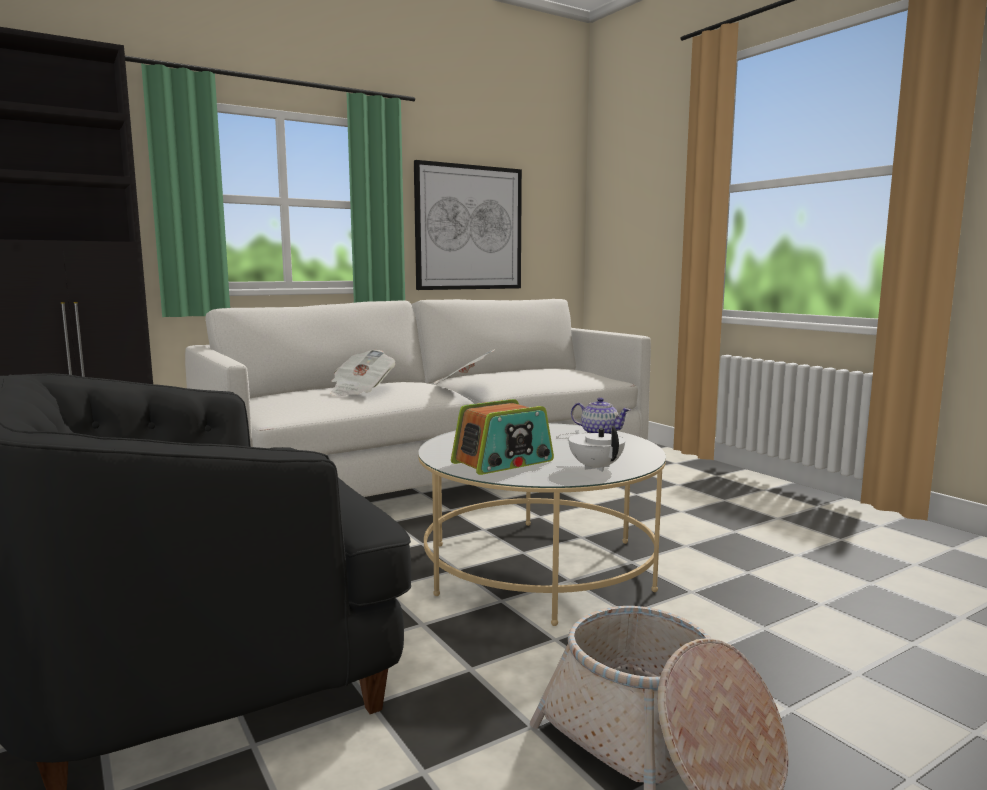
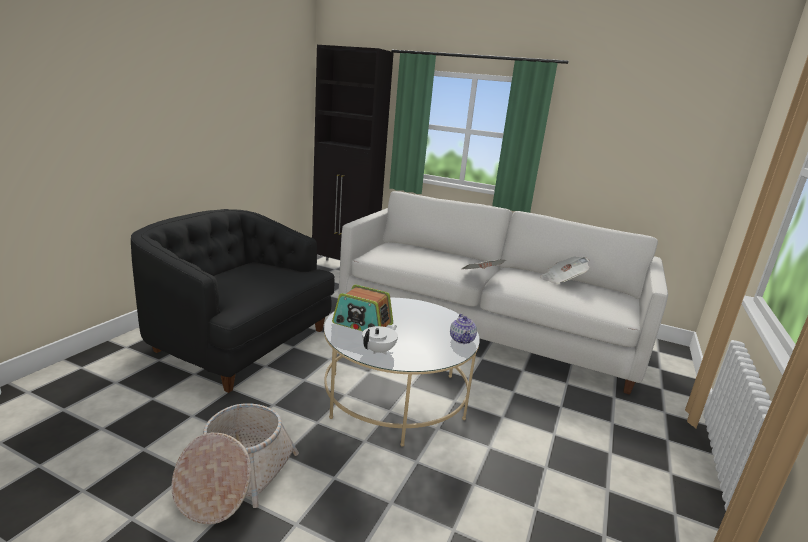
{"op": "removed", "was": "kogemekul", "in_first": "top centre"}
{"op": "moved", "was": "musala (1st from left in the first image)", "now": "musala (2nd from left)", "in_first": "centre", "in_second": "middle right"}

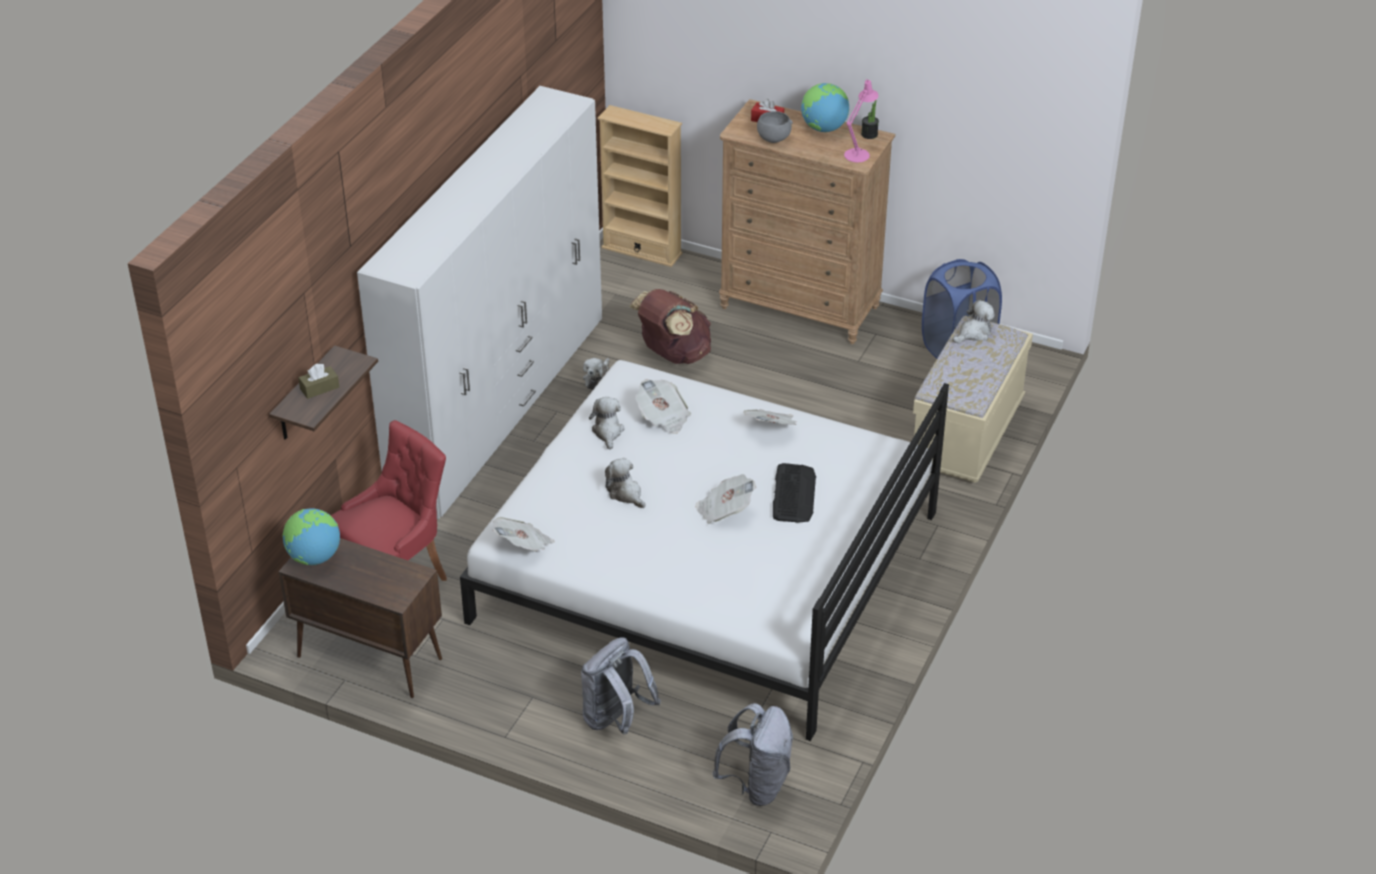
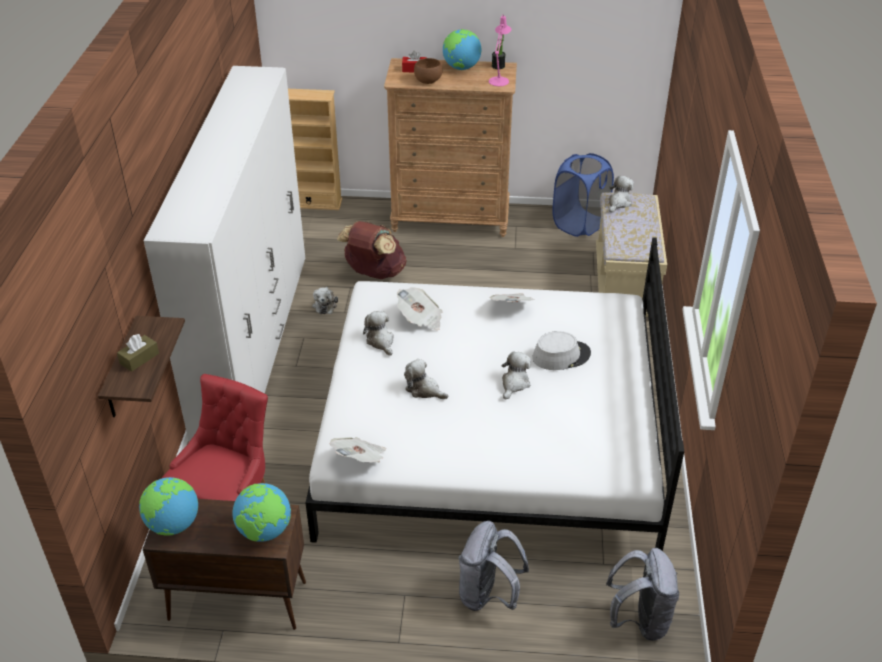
{"op": "recoloured", "was": "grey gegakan", "now": "brown gegakan", "in_first": "top centre", "in_second": "top centre"}
{"op": "replaced", "was": "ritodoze", "now": "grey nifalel", "in_first": "centre", "in_second": "centre"}
{"op": "replaced", "was": "musala (3rd from left)", "now": "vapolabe (4th from left)", "in_first": "centre", "in_second": "centre"}
{"op": "added", "now": "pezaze (2nd from left)", "in_second": "bottom left"}

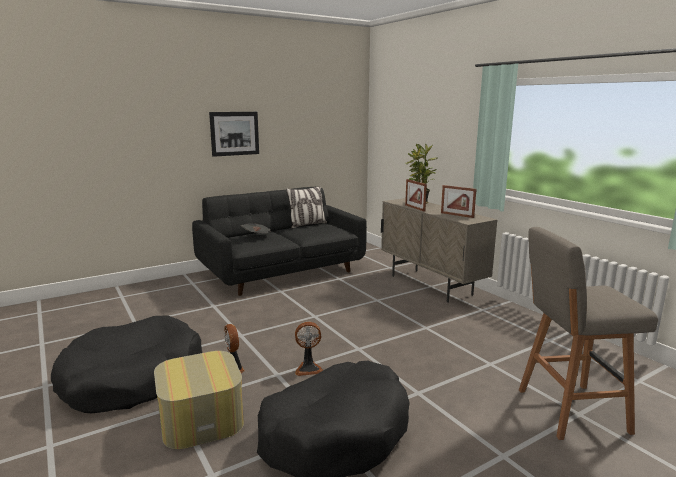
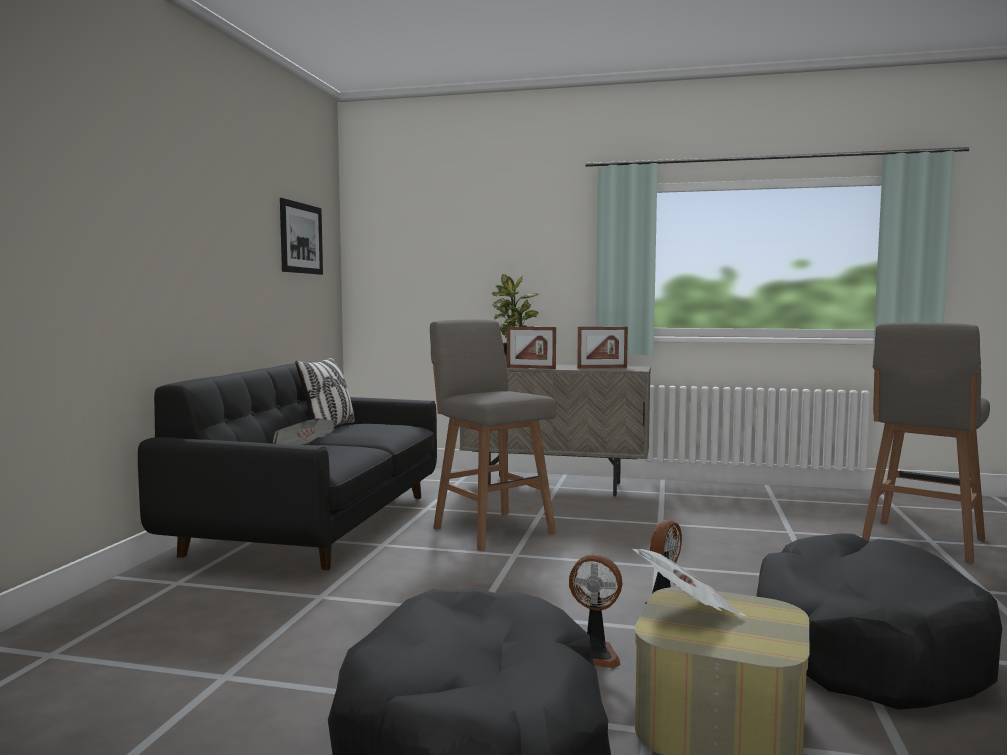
{"op": "moved", "was": "kogemekul", "in_first": "top centre", "in_second": "top left"}
{"op": "added", "now": "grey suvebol (1st from left)", "in_second": "centre"}
{"op": "added", "now": "musala (2nd from left)", "in_second": "bottom right"}

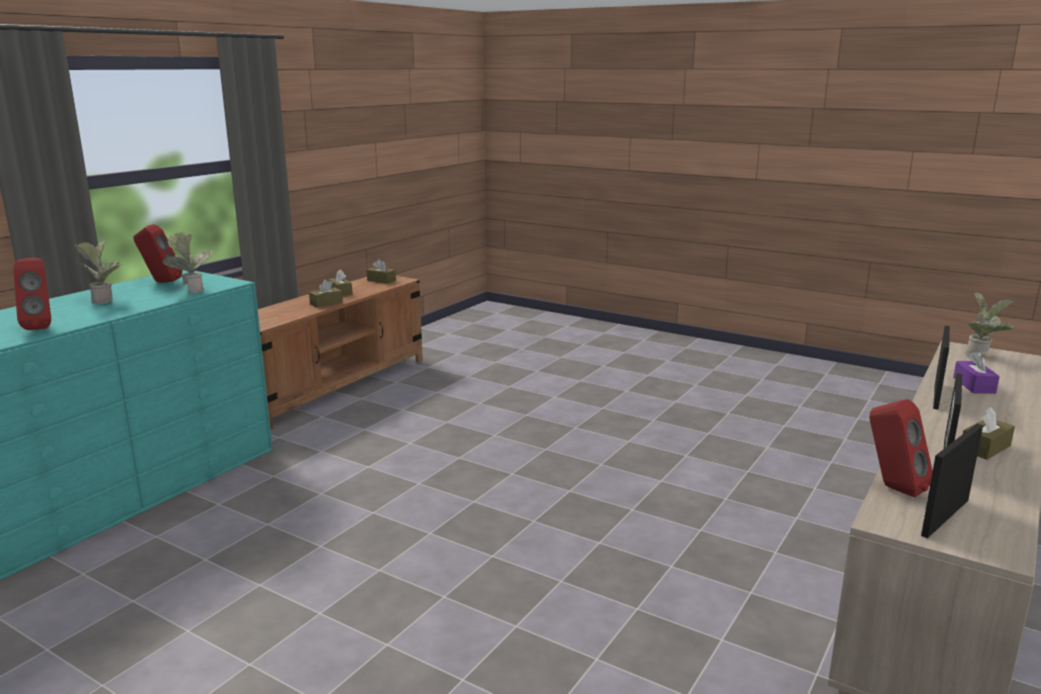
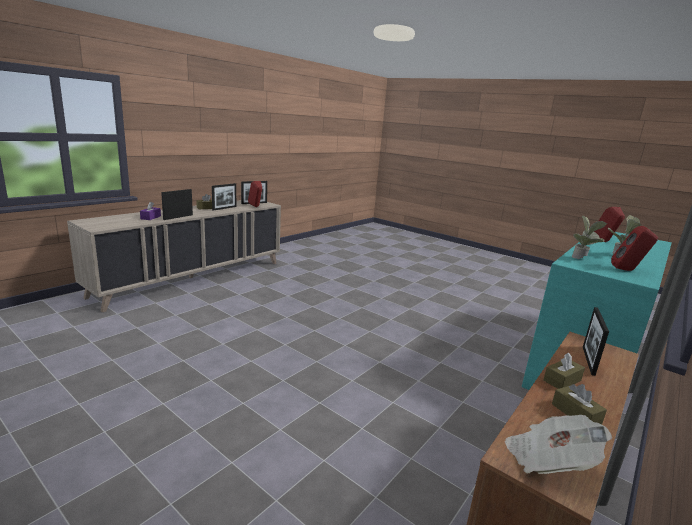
{"op": "replaced", "was": "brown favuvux (3rd from left)", "now": "musala", "in_first": "centre", "in_second": "bottom right"}
{"op": "removed", "was": "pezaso (3rd from left)", "in_first": "middle right"}
{"op": "added", "now": "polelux (4th from left)", "in_second": "middle right"}

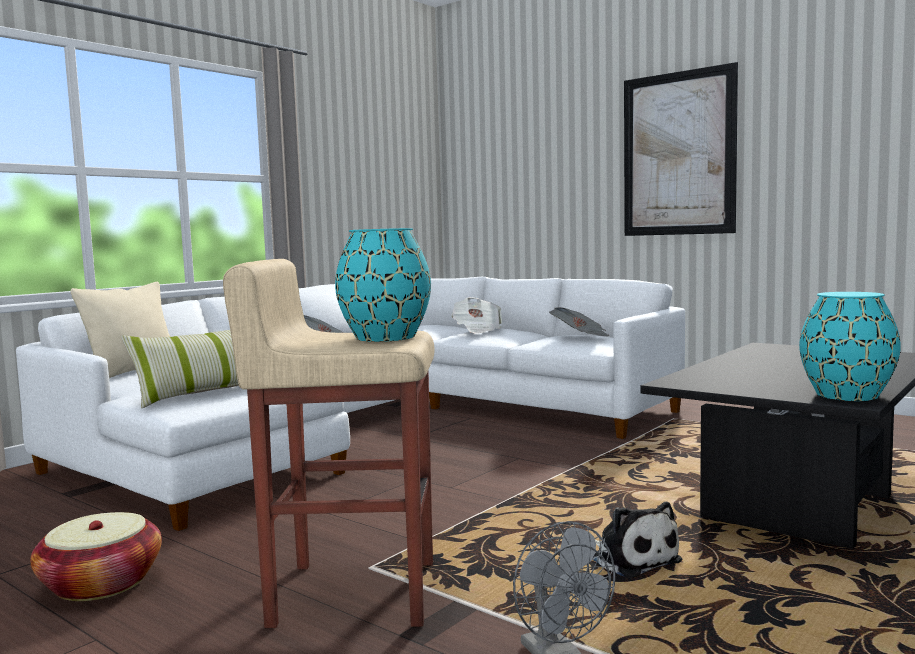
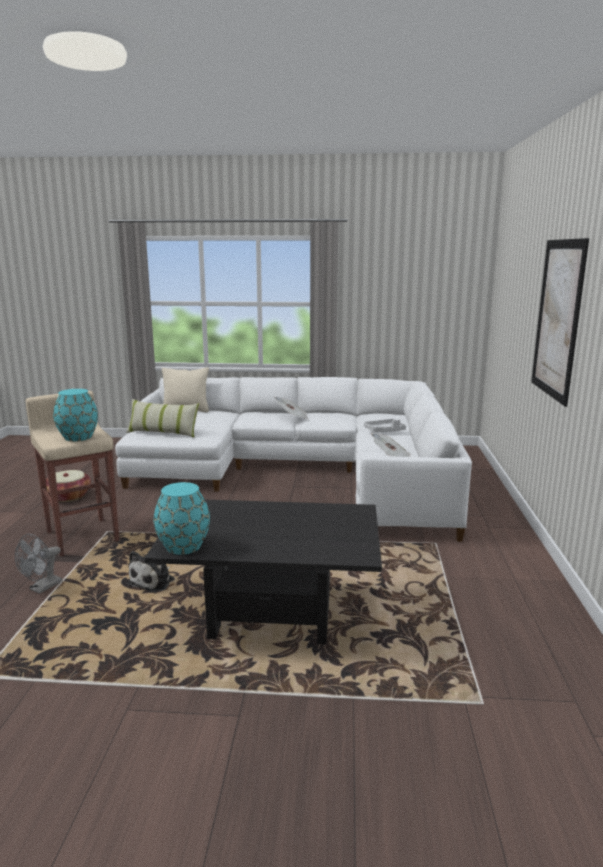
{"op": "replaced", "was": "musala (2nd from left)", "now": "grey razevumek", "in_first": "centre", "in_second": "centre"}

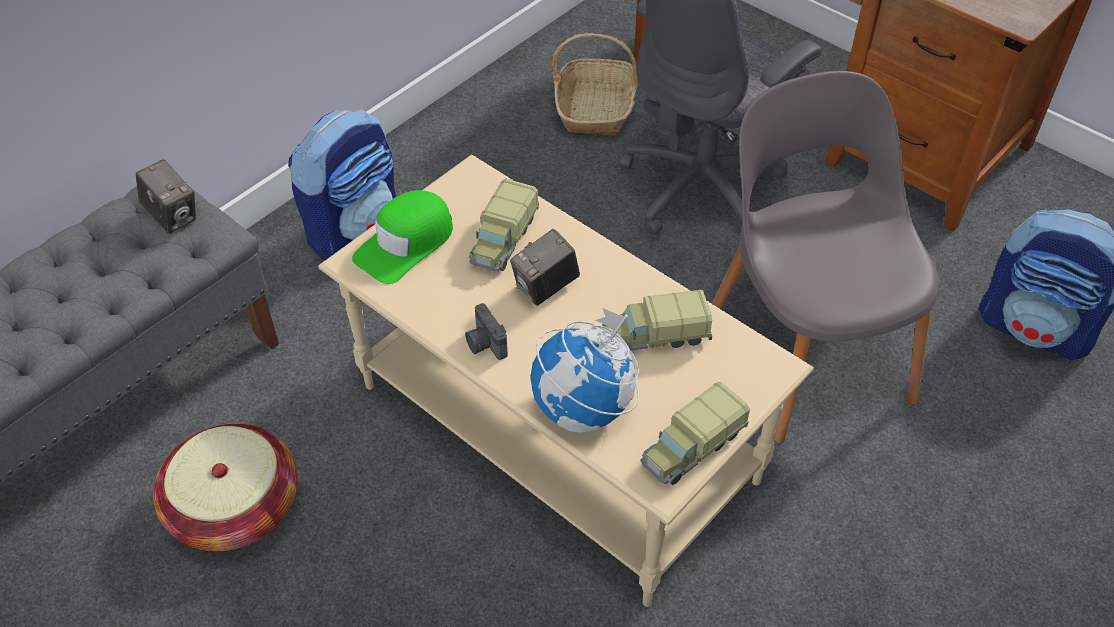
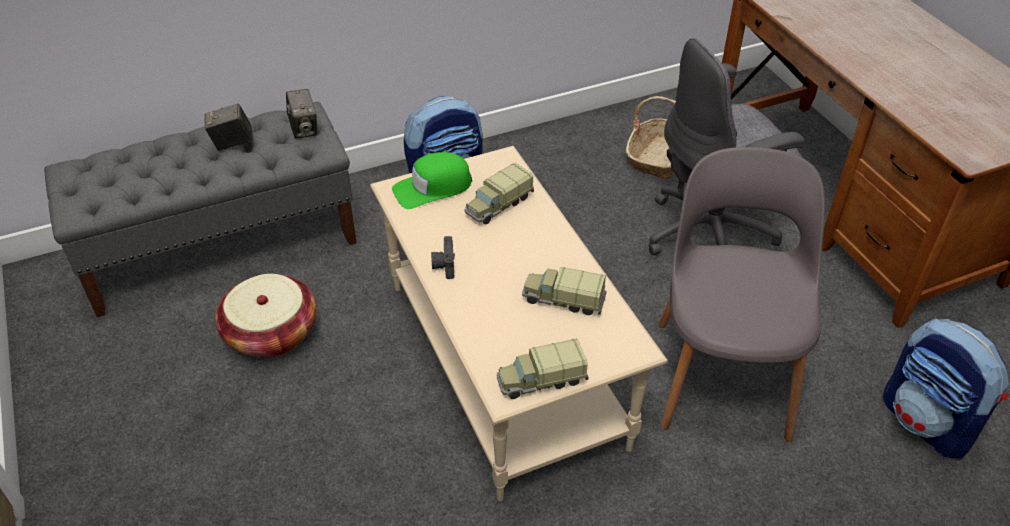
{"op": "moved", "was": "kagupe (3rd from left in the first image)", "now": "kagupe (1st from left)", "in_first": "centre", "in_second": "top left"}
{"op": "removed", "was": "pezaze", "in_first": "centre"}

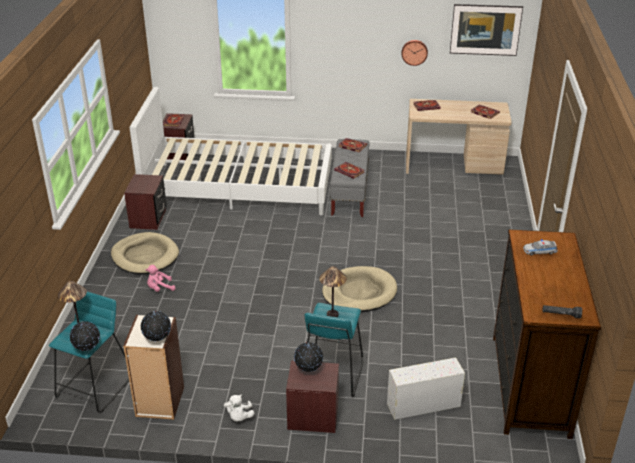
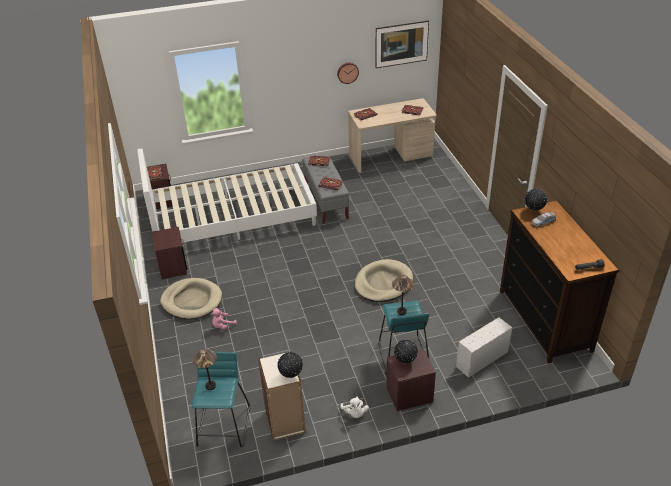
{"op": "moved", "was": "pezaze (1st from left in the first image)", "now": "pezaze (3rd from left)", "in_first": "bottom left", "in_second": "middle right"}

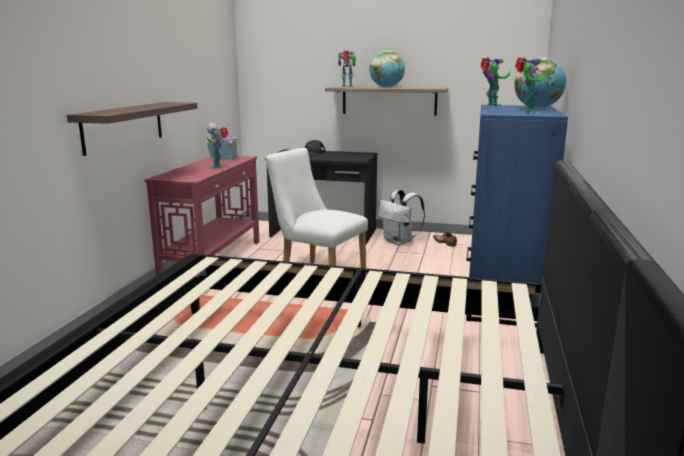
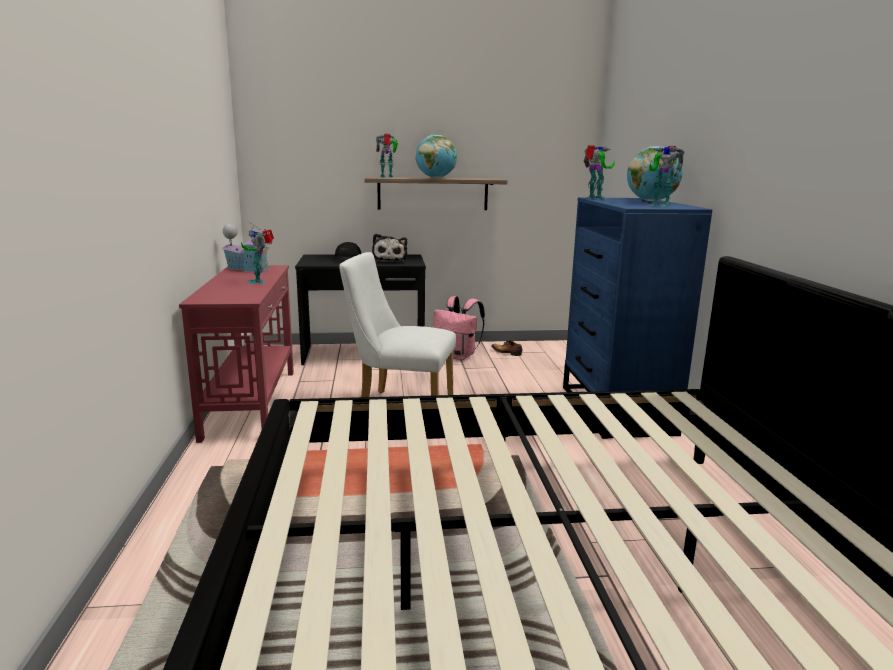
{"op": "turned", "was": "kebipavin (4th from left)", "in_first": "top right", "in_second": "top right", "clockwise": 120}
{"op": "removed", "was": "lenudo (1st from left)", "in_first": "top left"}
{"op": "recoloured", "was": "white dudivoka", "now": "pink dudivoka", "in_first": "centre", "in_second": "centre"}
{"op": "added", "now": "vapolabe", "in_second": "centre"}

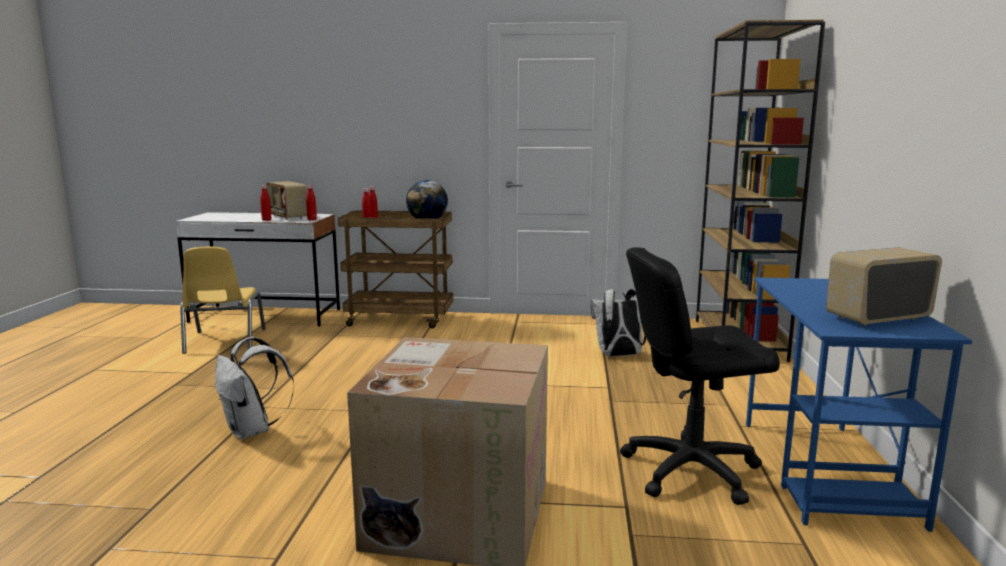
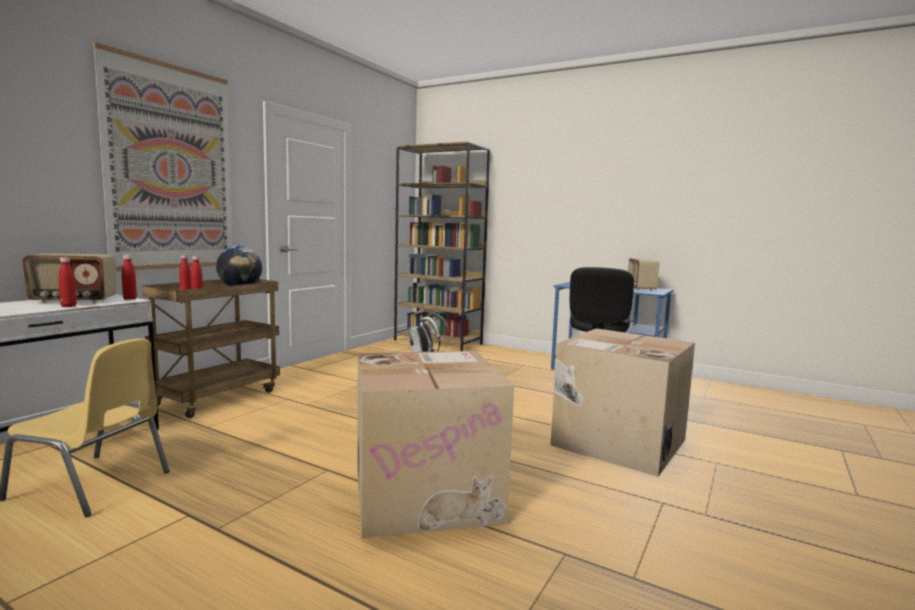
{"op": "replaced", "was": "white dudivoka (1st from left)", "now": "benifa (1st from left)", "in_first": "bottom left", "in_second": "bottom centre"}
{"op": "added", "now": "kogemekul", "in_second": "top left"}

